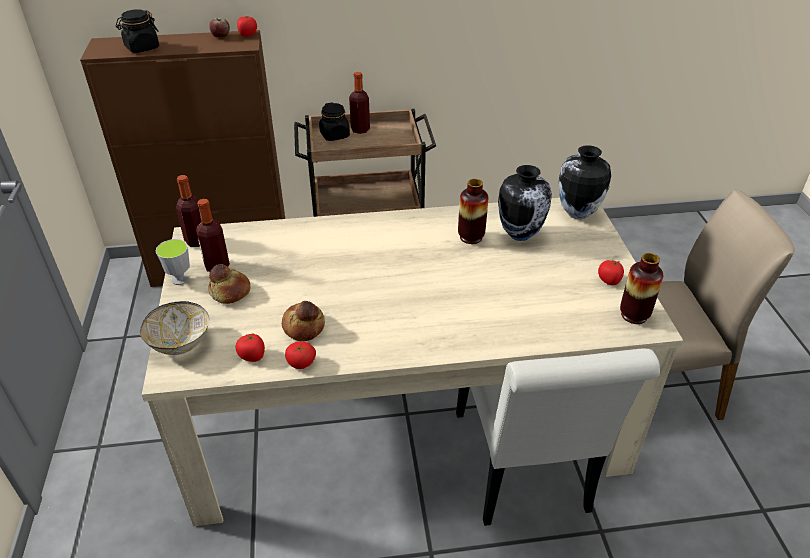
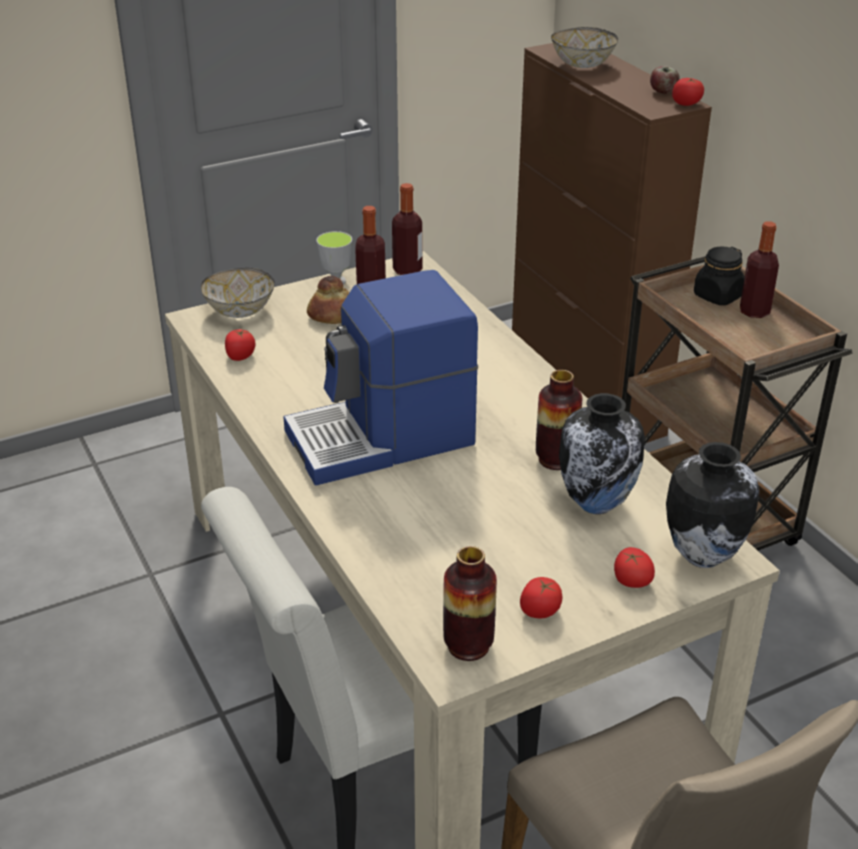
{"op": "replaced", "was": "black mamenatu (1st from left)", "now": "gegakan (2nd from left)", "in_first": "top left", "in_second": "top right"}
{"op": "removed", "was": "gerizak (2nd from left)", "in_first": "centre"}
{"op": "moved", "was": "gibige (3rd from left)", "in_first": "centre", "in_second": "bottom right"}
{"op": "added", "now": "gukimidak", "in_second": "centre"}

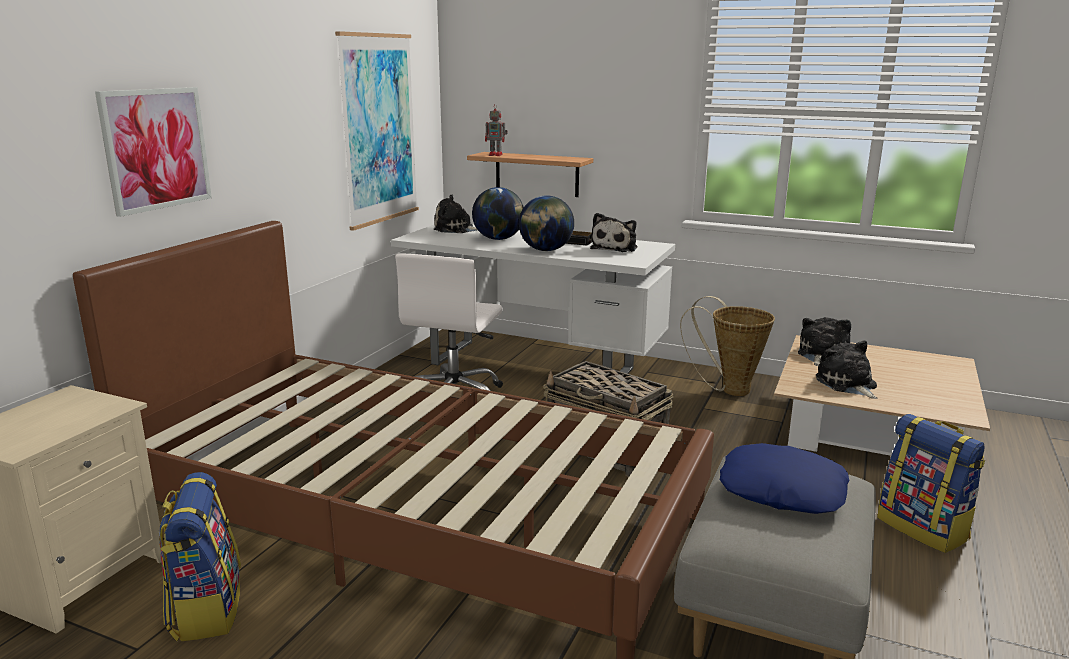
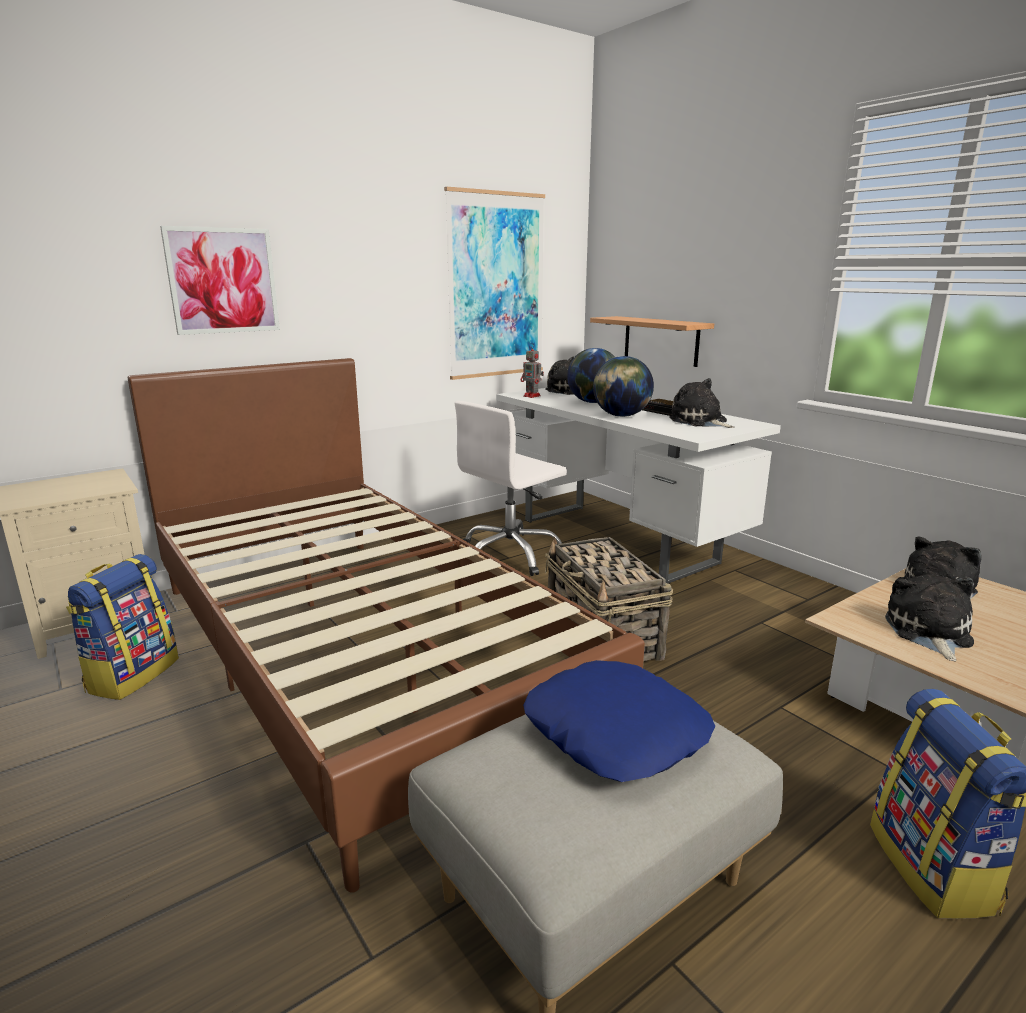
{"op": "moved", "was": "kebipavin", "in_first": "top centre", "in_second": "centre"}
{"op": "turned", "was": "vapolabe (2nd from left)", "in_first": "centre", "in_second": "middle right", "clockwise": 90}
{"op": "removed", "was": "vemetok (2nd from left)", "in_first": "middle right"}

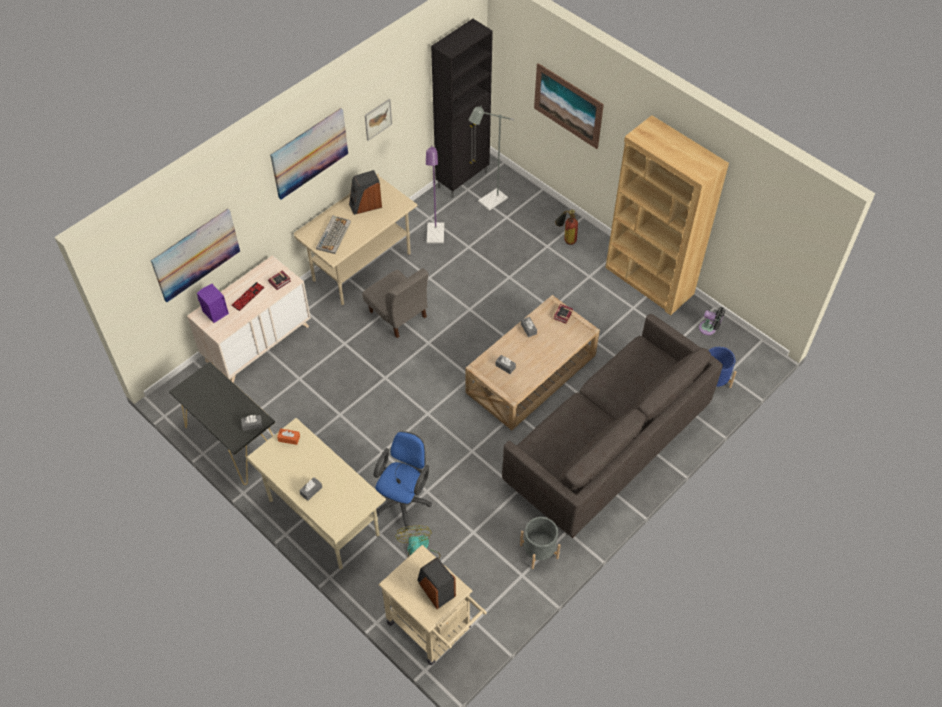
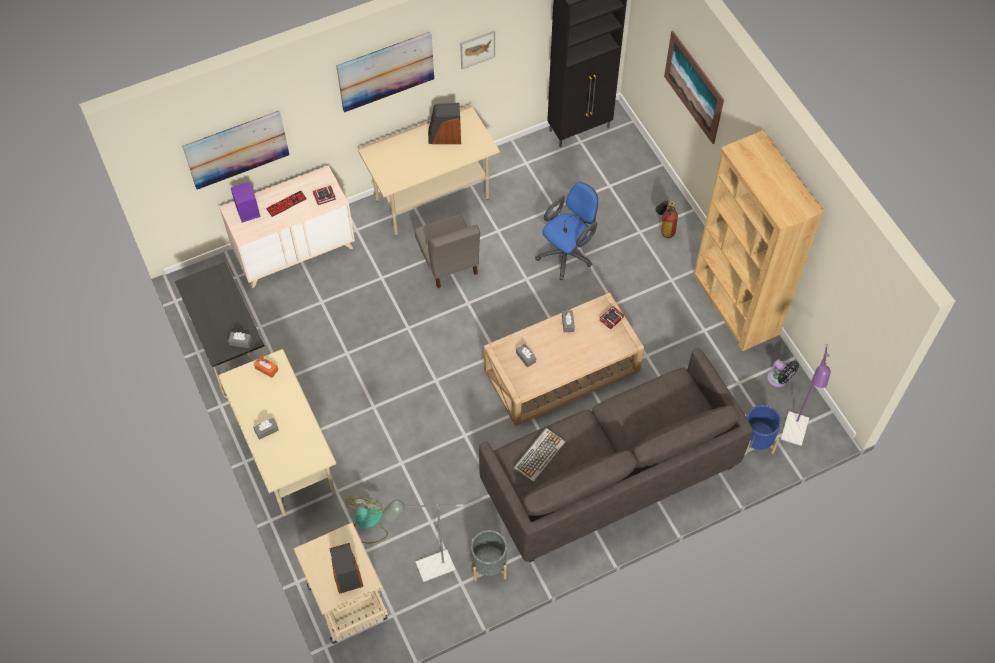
{"op": "moved", "was": "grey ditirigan", "in_first": "top centre", "in_second": "bottom centre"}
{"op": "moved", "was": "purple ditirigan", "in_first": "top centre", "in_second": "middle right"}
{"op": "moved", "was": "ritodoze (2nd from left)", "in_first": "top centre", "in_second": "bottom centre"}
{"op": "moved", "was": "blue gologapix", "in_first": "bottom centre", "in_second": "centre"}

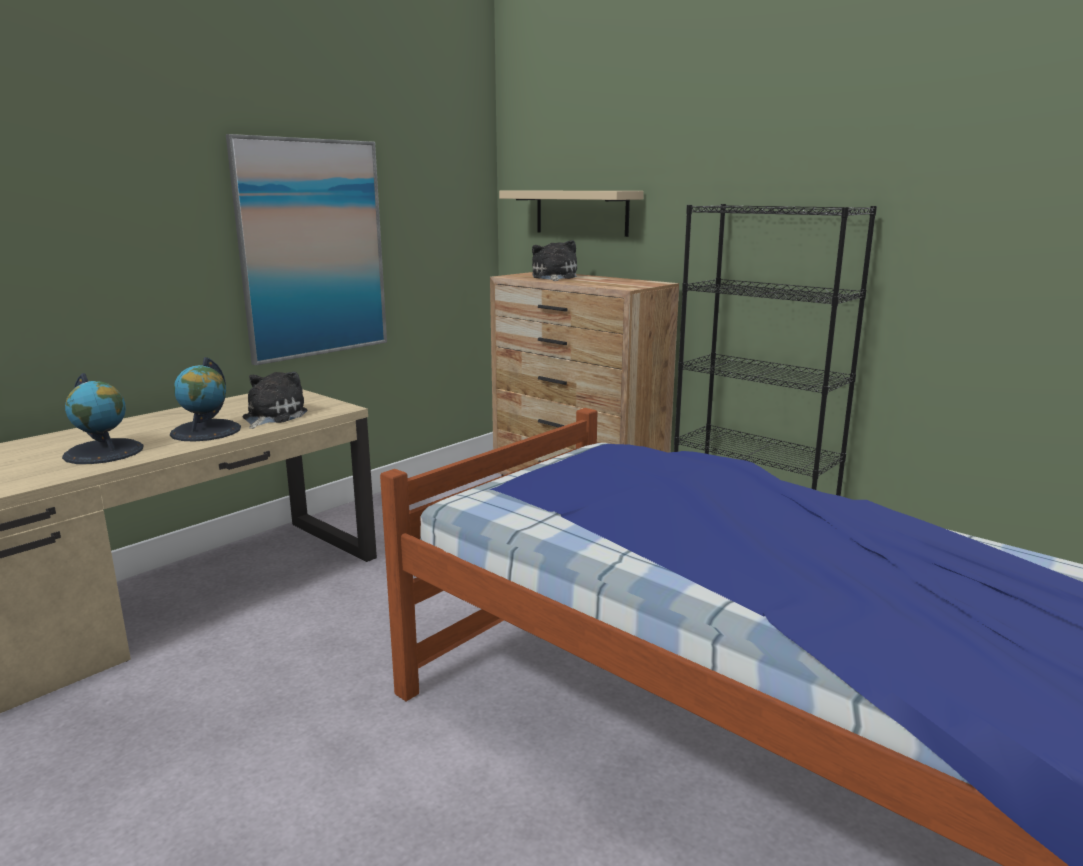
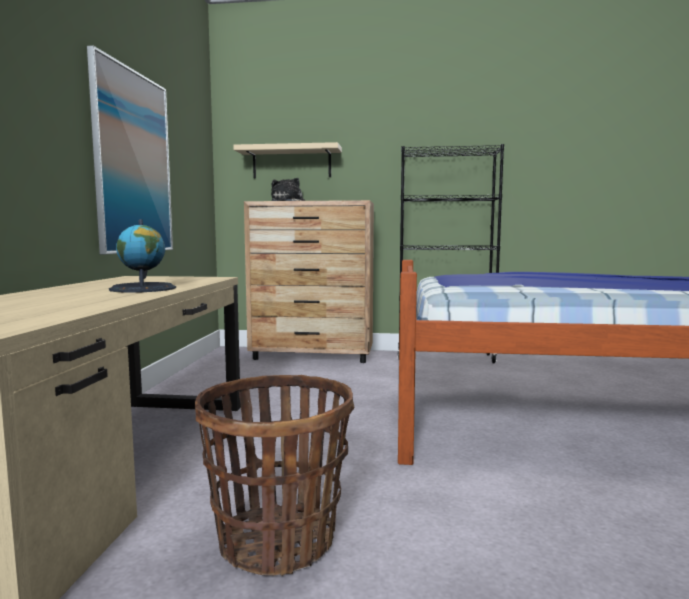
{"op": "removed", "was": "vapolabe (1st from left)", "in_first": "middle left"}
{"op": "removed", "was": "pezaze (1st from left)", "in_first": "middle left"}
{"op": "added", "now": "vemetok", "in_second": "bottom centre"}

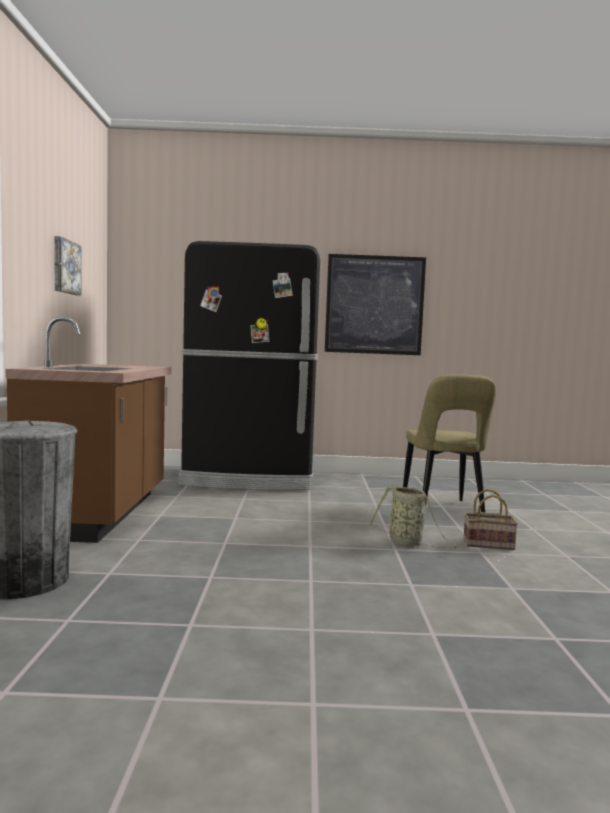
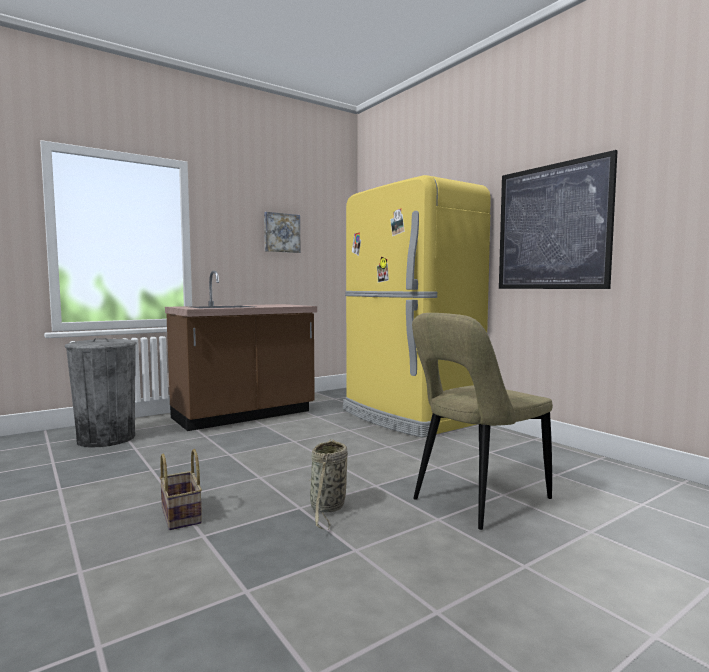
{"op": "recoloured", "was": "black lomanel", "now": "yellow lomanel", "in_first": "centre", "in_second": "centre"}
{"op": "moved", "was": "vemetok (2nd from left in the first image)", "now": "vemetok (1st from left)", "in_first": "middle right", "in_second": "bottom left"}

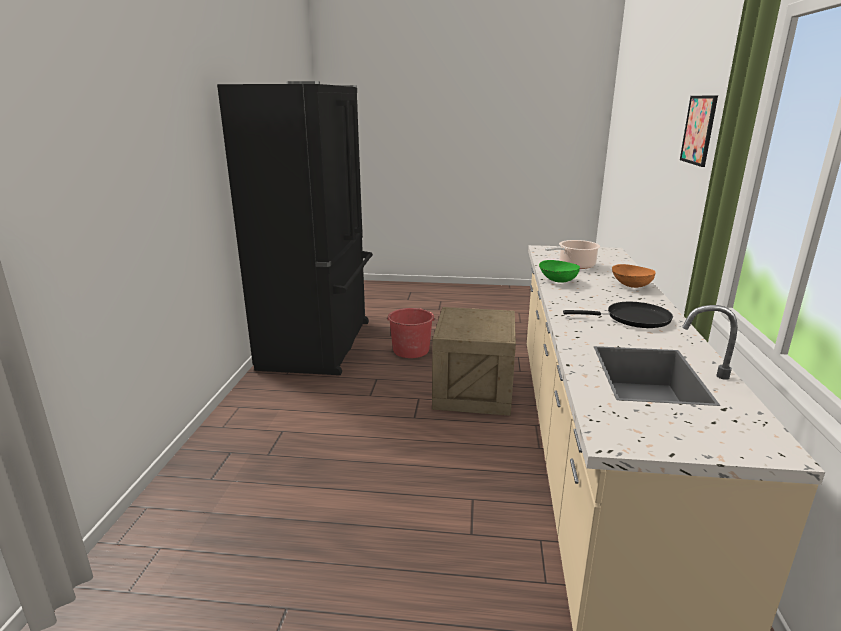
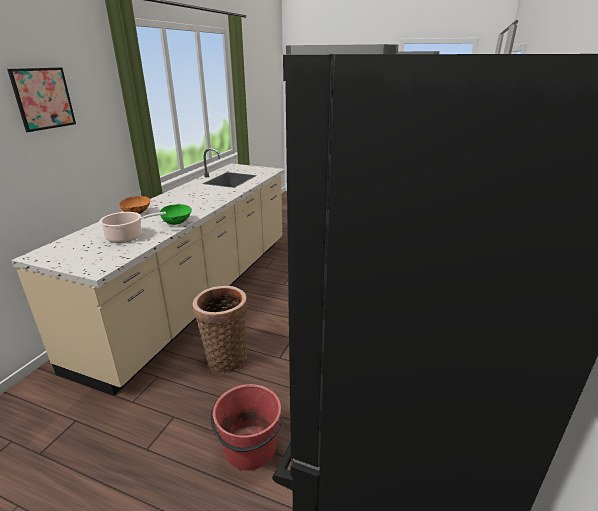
{"op": "removed", "was": "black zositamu", "in_first": "middle right"}
{"op": "replaced", "was": "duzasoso", "now": "vemetok", "in_first": "centre", "in_second": "centre"}

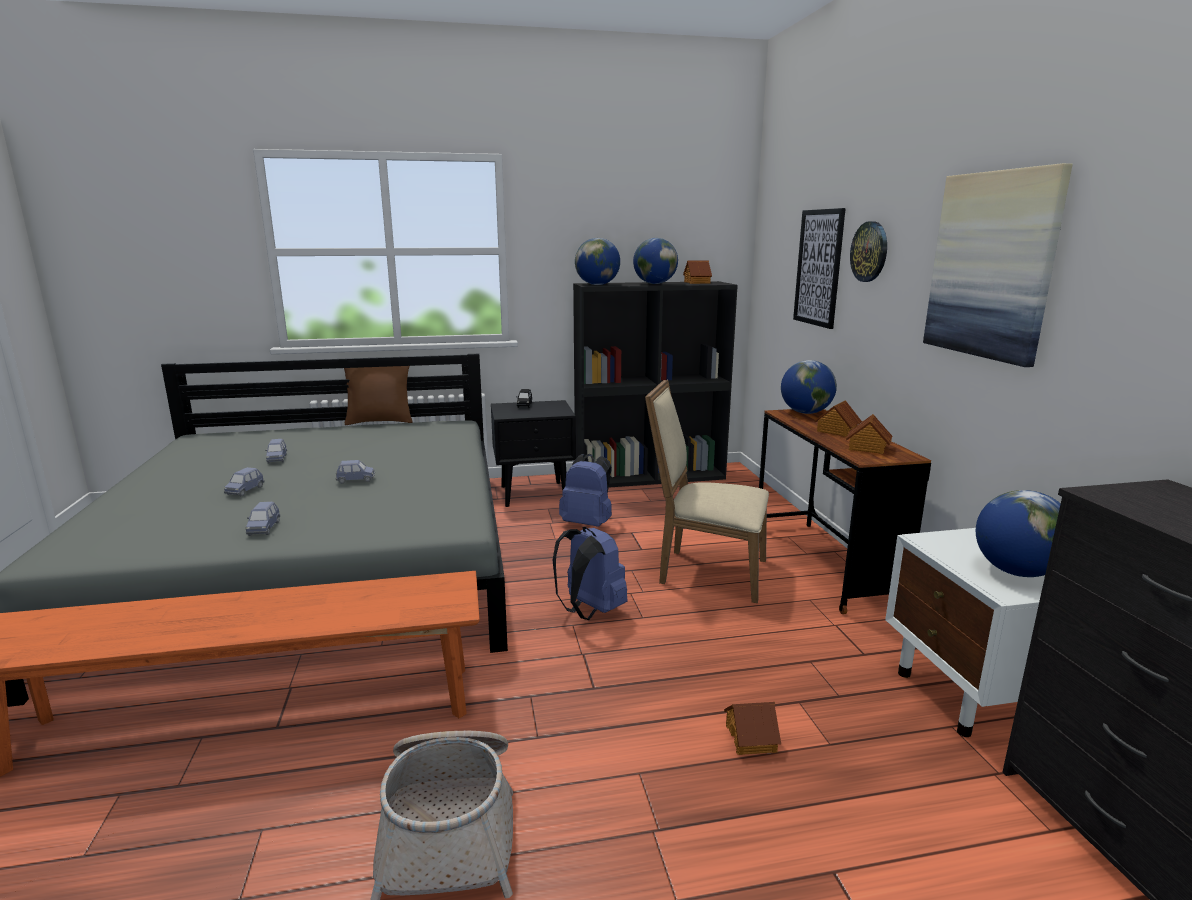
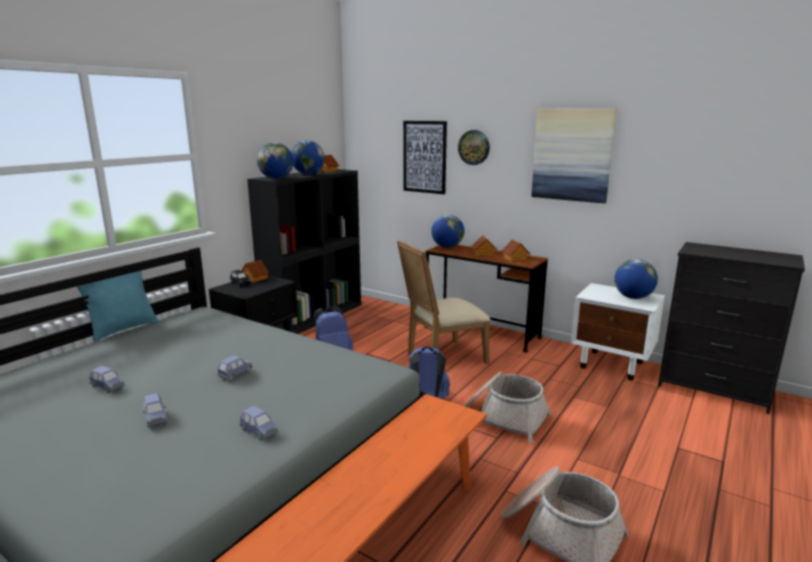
{"op": "recoloured", "was": "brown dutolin", "now": "turquoise dutolin", "in_first": "middle left", "in_second": "middle left"}
{"op": "moved", "was": "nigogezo (2nd from left in the first image)", "now": "nigogezo (1st from left)", "in_first": "bottom centre", "in_second": "middle left"}
{"op": "added", "now": "vemetok (1st from left)", "in_second": "bottom centre"}

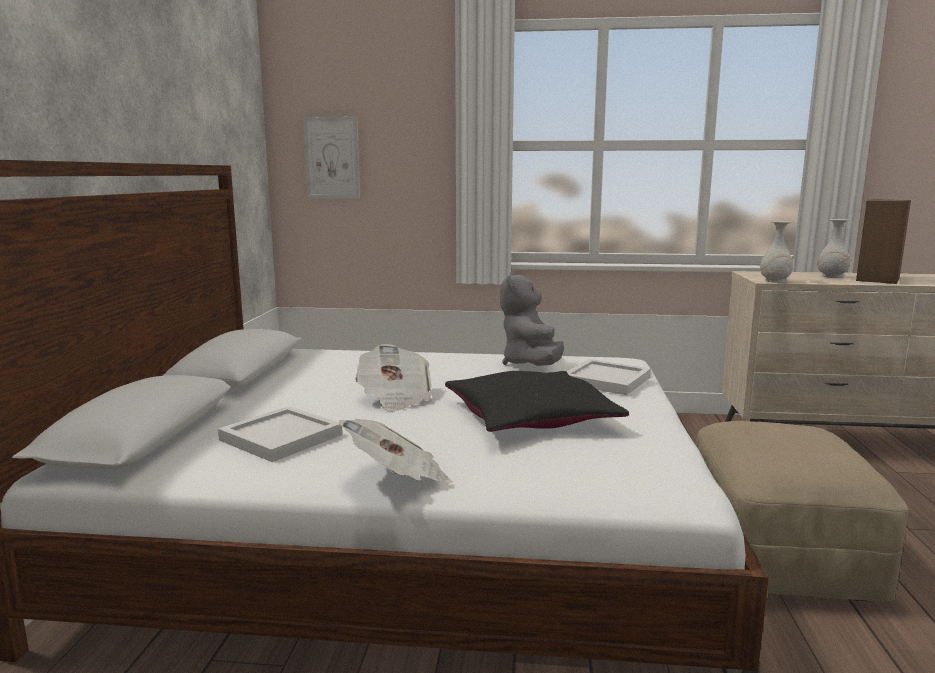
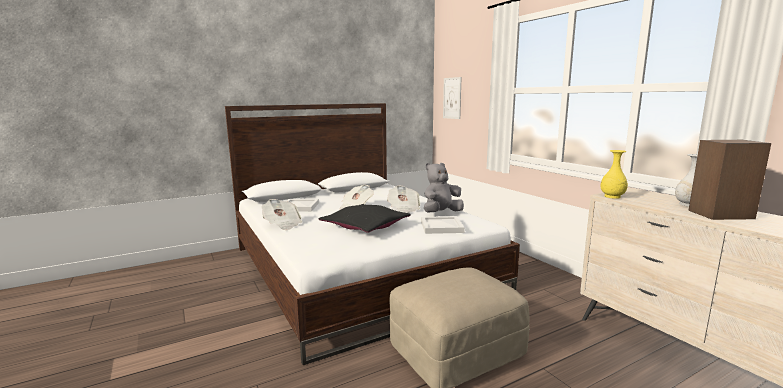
{"op": "recoloured", "was": "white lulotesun (1st from left)", "now": "yellow lulotesun", "in_first": "middle right", "in_second": "middle right"}
{"op": "added", "now": "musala (3rd from left)", "in_second": "centre"}

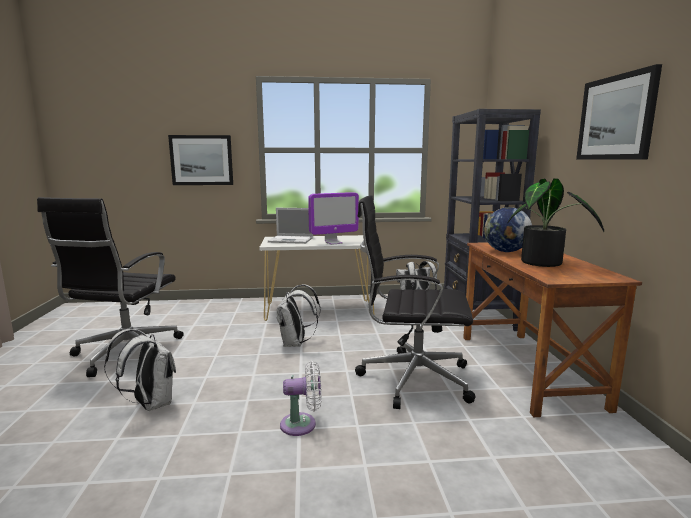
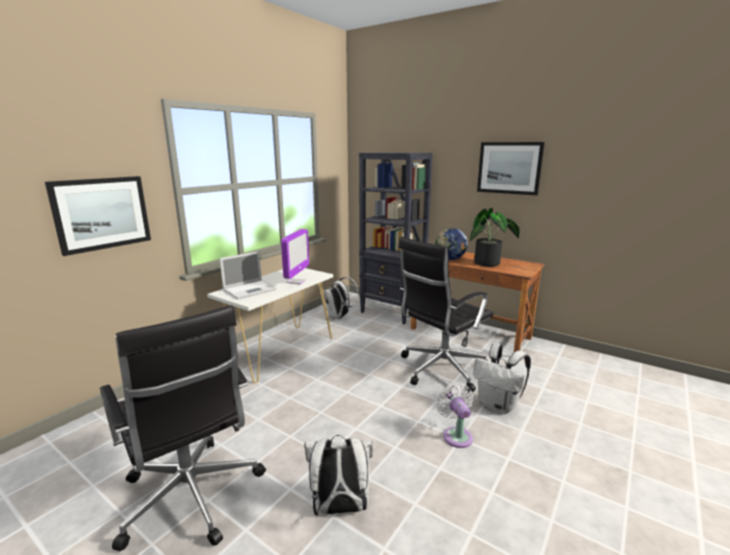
{"op": "moved", "was": "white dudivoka (2nd from left in the first image)", "now": "white dudivoka (3rd from left)", "in_first": "centre", "in_second": "bottom right"}
{"op": "turned", "was": "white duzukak", "in_first": "bottom centre", "in_second": "bottom centre", "clockwise": -45}

